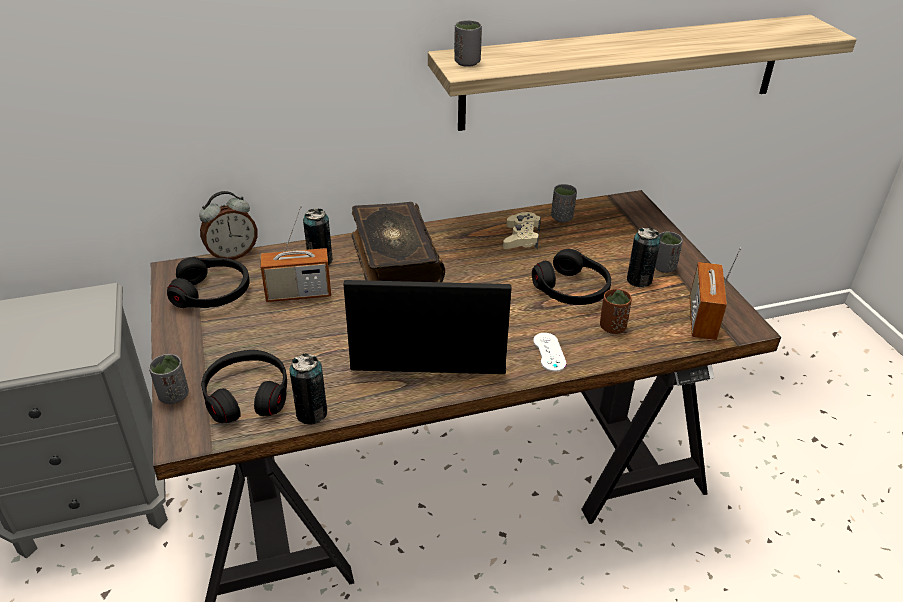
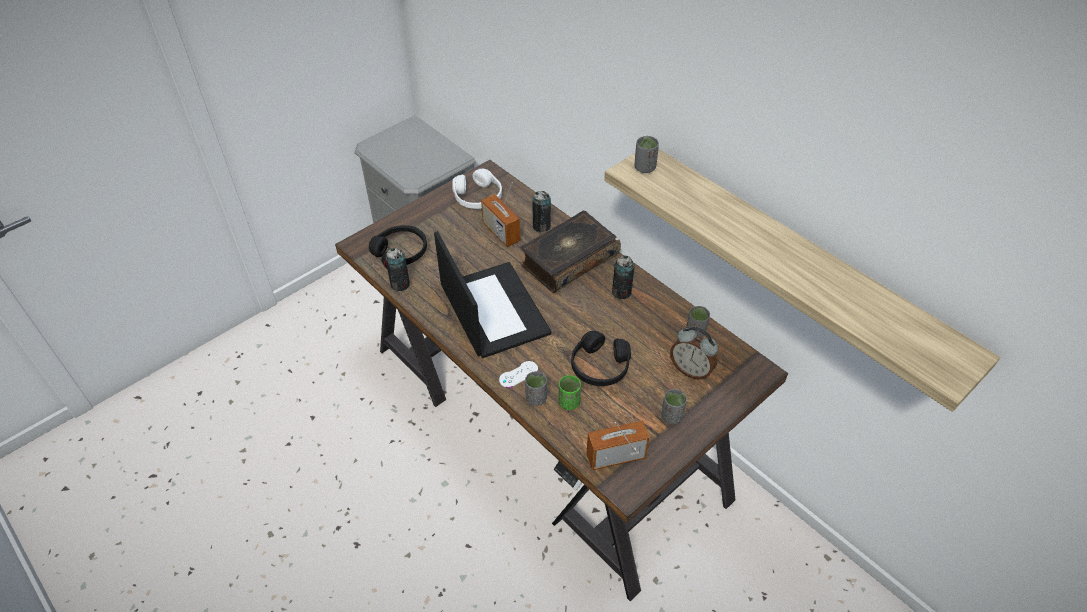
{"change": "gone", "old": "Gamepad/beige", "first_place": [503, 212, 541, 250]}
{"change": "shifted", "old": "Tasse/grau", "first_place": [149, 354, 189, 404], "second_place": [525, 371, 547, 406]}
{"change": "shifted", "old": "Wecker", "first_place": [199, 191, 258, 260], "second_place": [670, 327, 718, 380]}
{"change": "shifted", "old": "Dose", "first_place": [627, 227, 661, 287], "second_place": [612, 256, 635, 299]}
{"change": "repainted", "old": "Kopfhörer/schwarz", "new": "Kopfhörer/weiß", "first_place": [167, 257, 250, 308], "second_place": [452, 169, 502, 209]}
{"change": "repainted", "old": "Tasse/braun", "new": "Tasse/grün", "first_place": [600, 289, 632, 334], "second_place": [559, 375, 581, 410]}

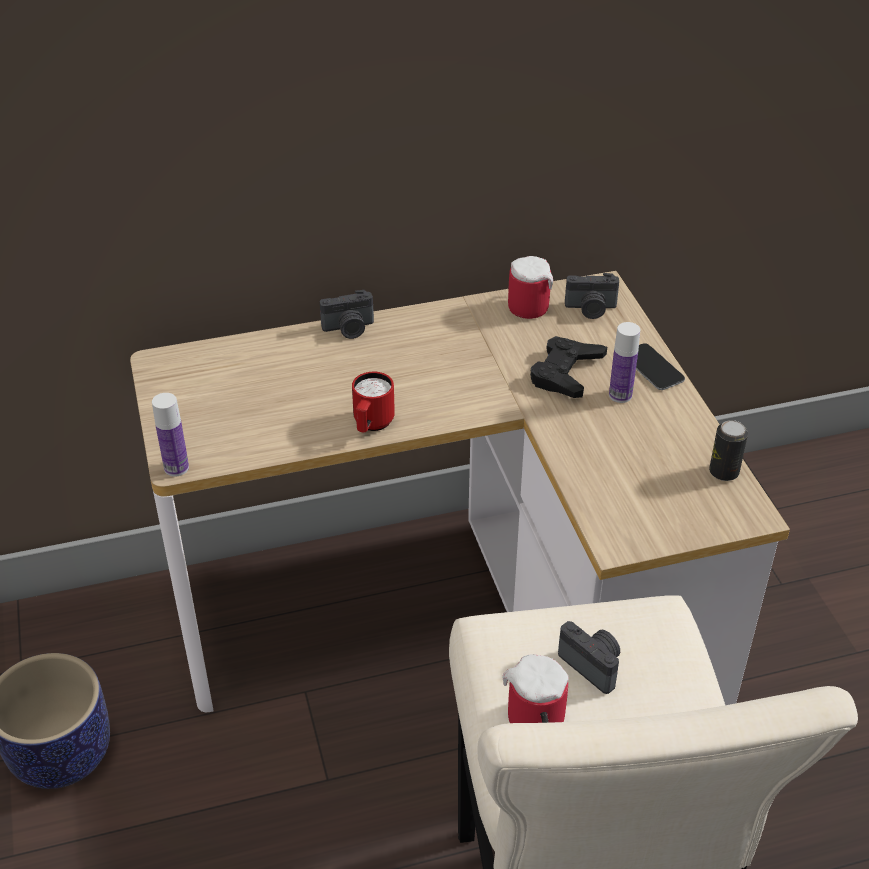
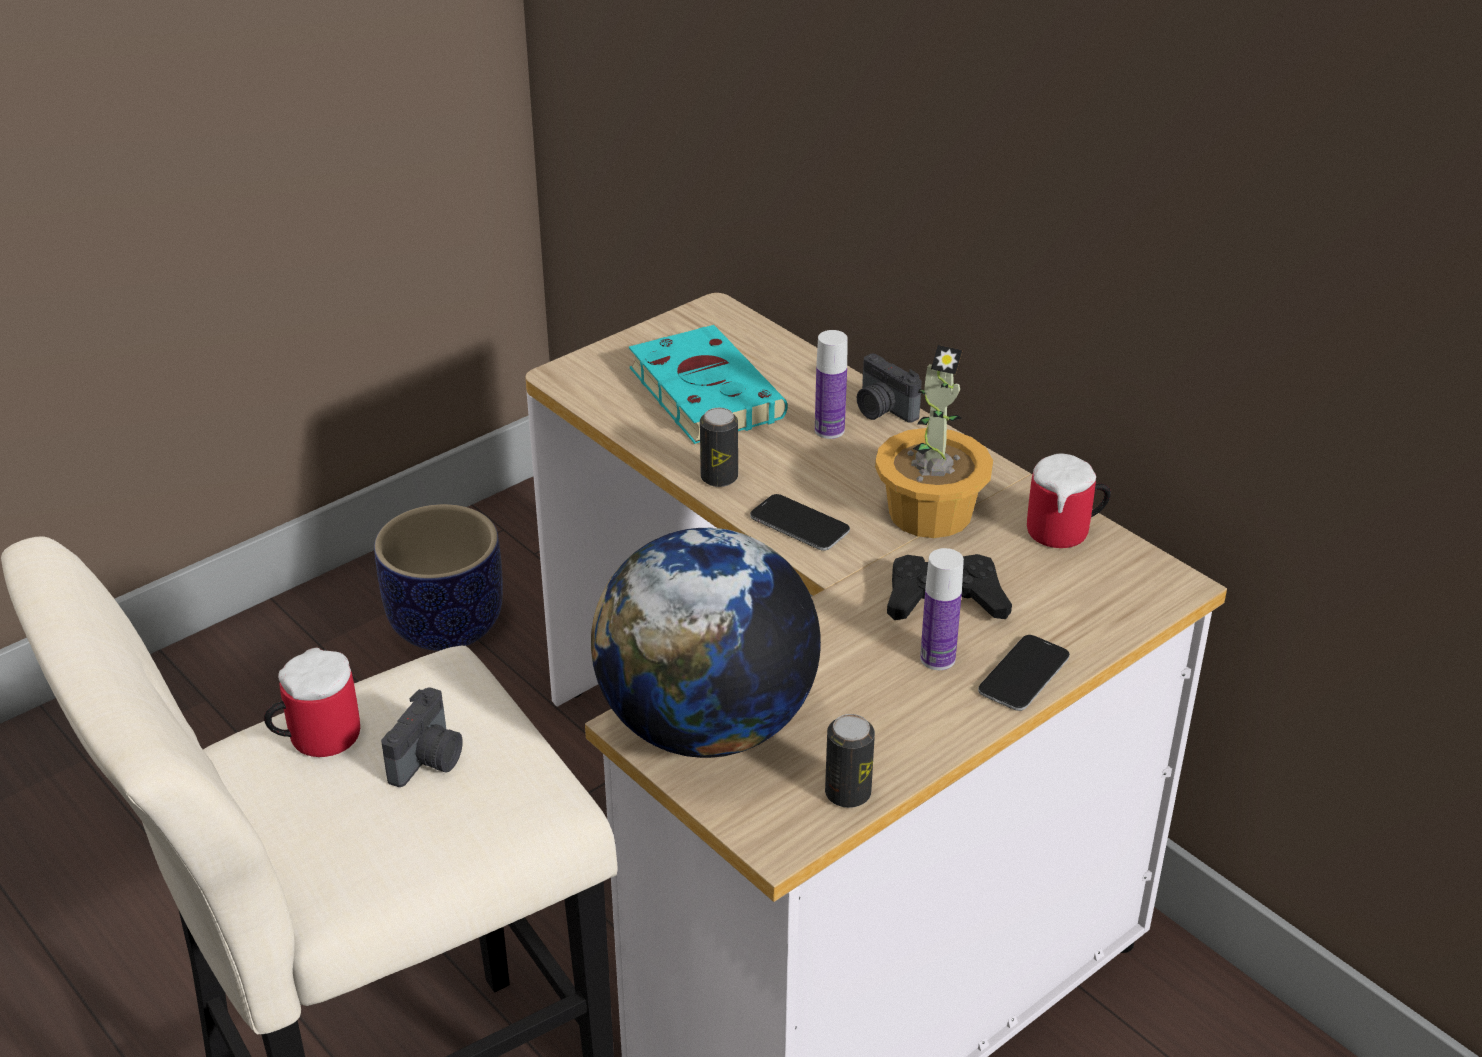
{"change": "gone", "old": "Kamera", "first_place": [565, 273, 619, 319]}
{"change": "new", "new": "Globus", "second_place": [591, 528, 821, 758]}
{"change": "new", "new": "Buch/türkis", "second_place": [629, 325, 788, 444]}
{"change": "new", "new": "Handy", "second_place": [750, 494, 850, 551]}
{"change": "new", "new": "Topfpflanze", "second_place": [875, 345, 993, 538]}
{"change": "shifted", "old": "Flasche", "first_place": [152, 393, 189, 477], "second_place": [815, 330, 848, 439]}
{"change": "swapped", "old": "Henkelbecher/rot", "new": "Dose", "first_place": [352, 372, 395, 432], "second_place": [700, 408, 738, 487]}

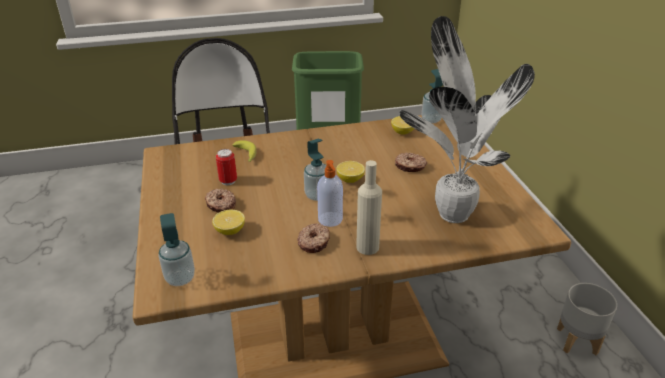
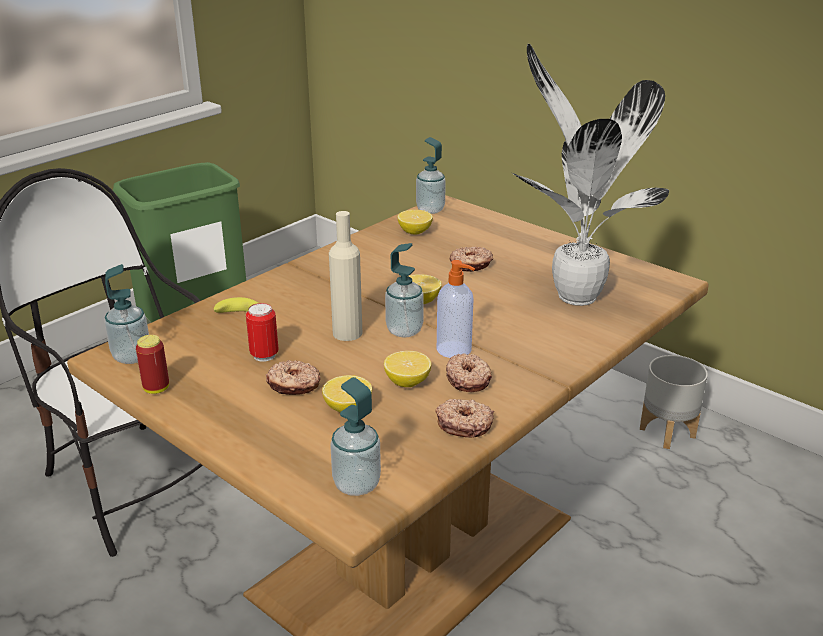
{"change": "new", "new": "Seifenspender", "second_place": [104, 264, 149, 364]}
{"change": "new", "new": "Dose", "second_place": [136, 335, 169, 394]}
{"change": "new", "new": "Zitrone", "second_place": [384, 351, 431, 387]}
{"change": "new", "new": "Donut", "second_place": [435, 399, 494, 437]}
{"change": "shifted", "old": "Flasche/beige", "first_place": [356, 160, 382, 255], "second_place": [329, 211, 362, 341]}

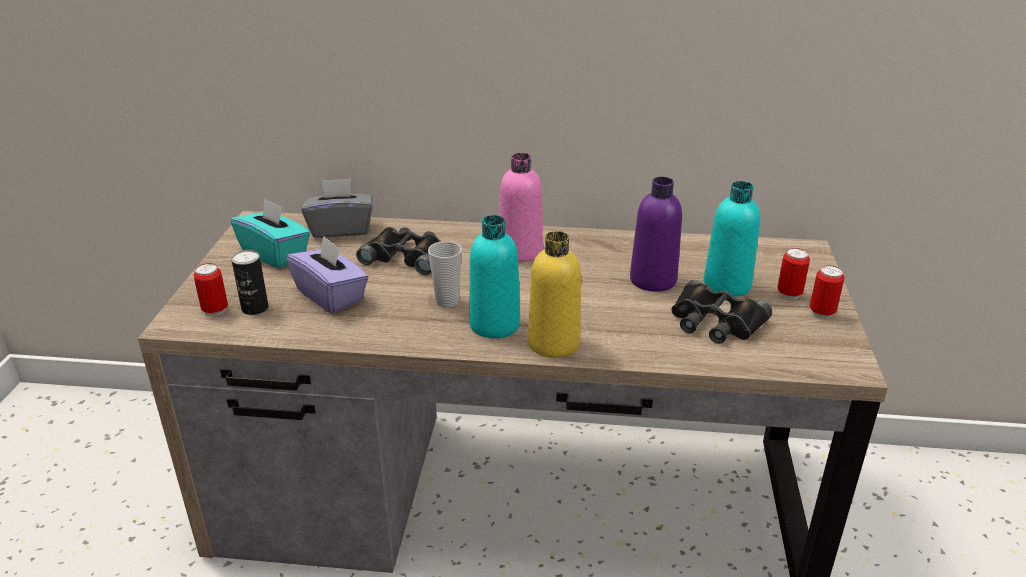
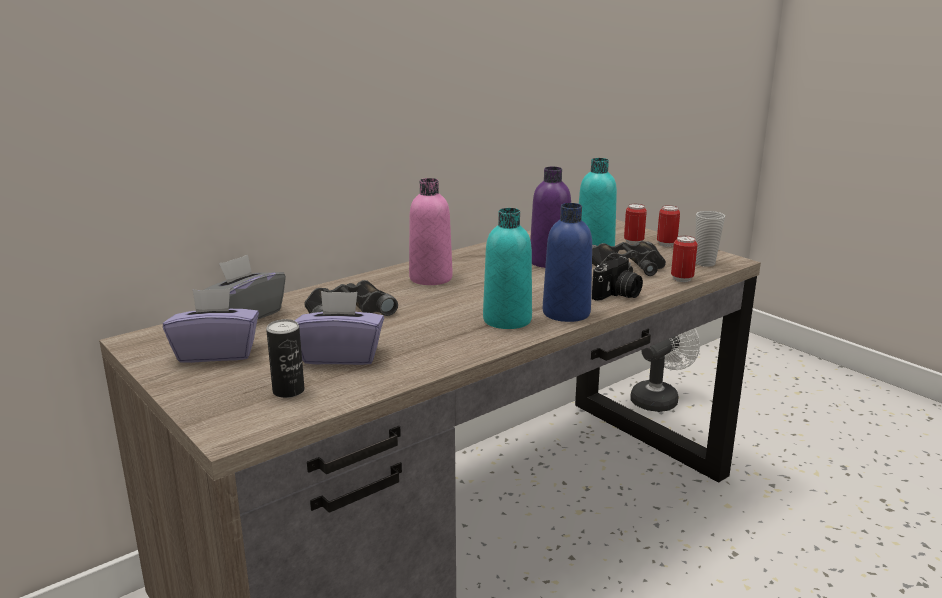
{"change": "new", "new": "Kamera", "second_place": [592, 255, 643, 301]}
{"change": "new", "new": "Ventilator/weiß", "second_place": [630, 328, 700, 412]}
{"change": "shifted", "old": "Dose", "first_place": [194, 263, 228, 316], "second_place": [671, 236, 698, 282]}
{"change": "shifted", "old": "Tasse", "first_place": [428, 241, 462, 307], "second_place": [695, 211, 725, 267]}
{"change": "repainted", "old": "Taschentuchbox/türkis", "new": "Taschentuchbox/lila", "first_place": [231, 199, 310, 268], "second_place": [163, 288, 259, 363]}
{"change": "repainted", "old": "Flasche/gelb", "new": "Flasche/blau", "first_place": [528, 231, 581, 358], "second_place": [543, 203, 592, 322]}

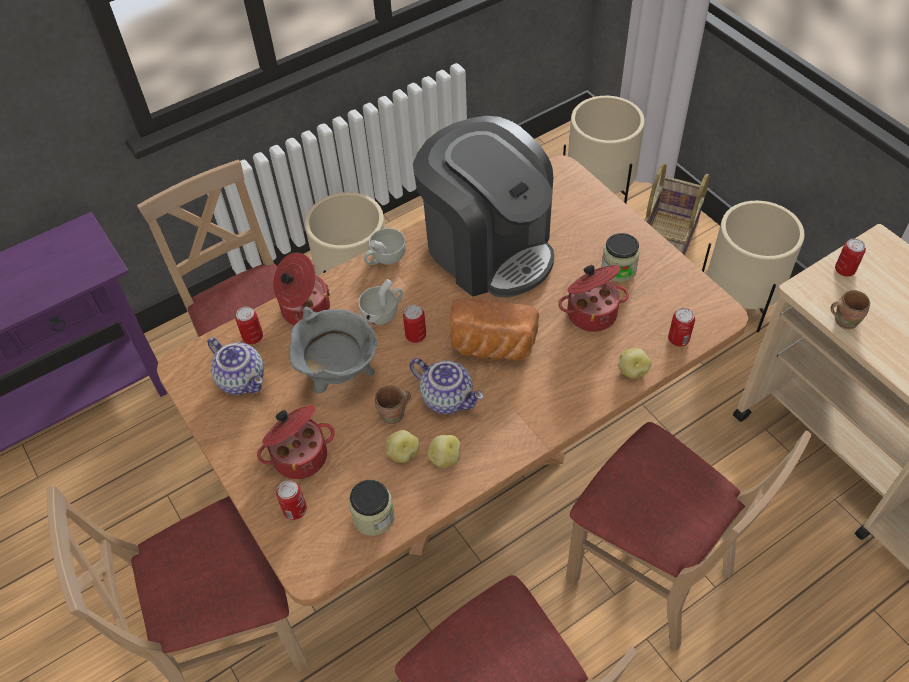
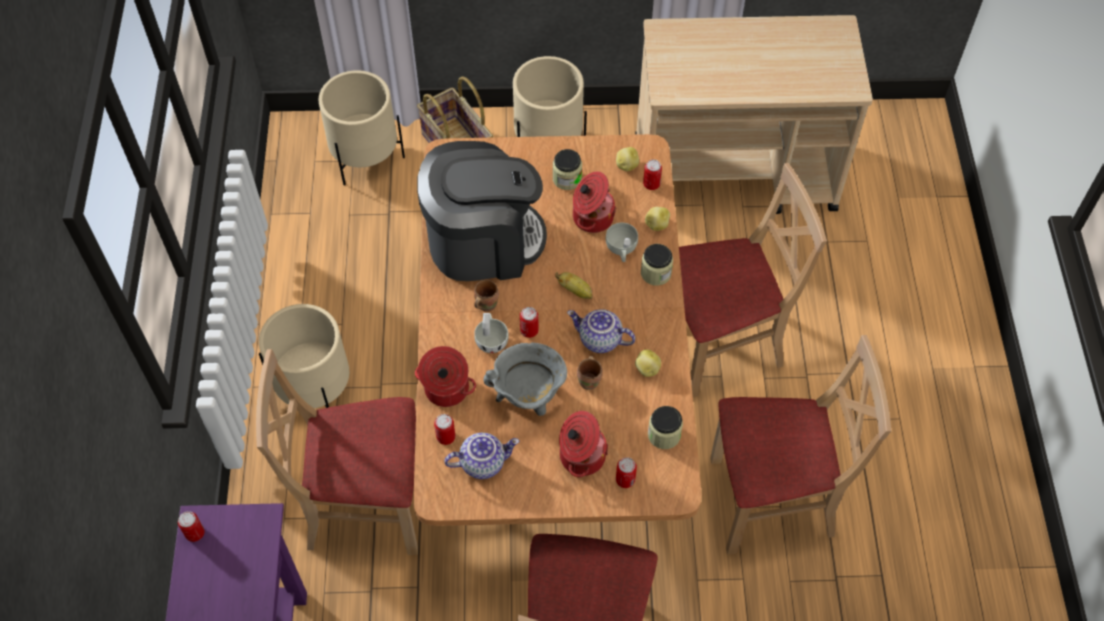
{"change": "new", "new": "Vorratsglas", "second_place": [641, 244, 673, 286]}
{"change": "shifted", "old": "Tasse/weiß", "first_place": [364, 228, 406, 265], "second_place": [606, 223, 638, 262]}
{"change": "shifted", "old": "Kartoffel", "first_place": [386, 430, 419, 463], "second_place": [616, 147, 639, 171]}
{"change": "shifted", "old": "Henkelbecher/braun", "first_place": [831, 290, 870, 330], "second_place": [474, 280, 499, 312]}
{"change": "shifted", "old": "Dose", "first_place": [835, 239, 866, 276], "second_place": [178, 511, 204, 542]}
{"change": "swapped", "old": "Brot", "new": "Banane", "first_place": [450, 299, 539, 361], "second_place": [555, 272, 593, 299]}
{"change": "rotated", "old": "Teekanne", "first_place": [409, 358, 484, 414], "second_place": [567, 309, 635, 353], "degrees": -135}

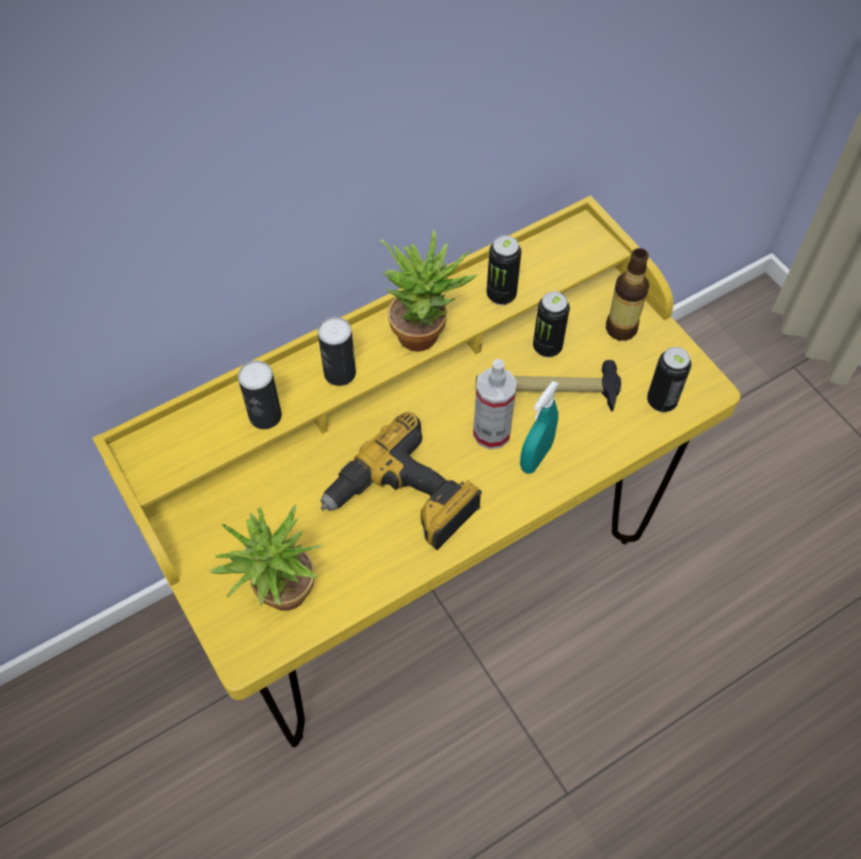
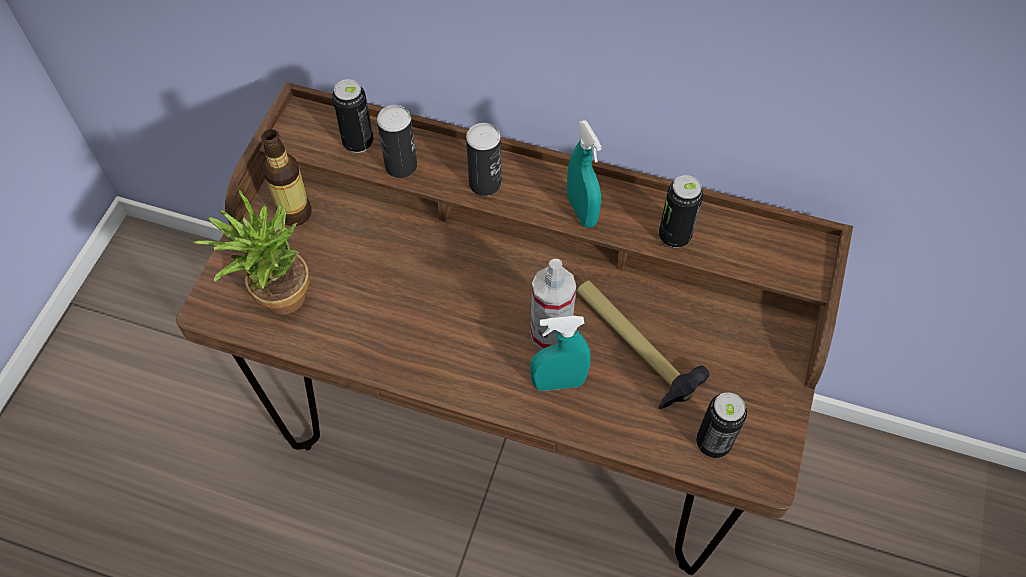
{"change": "gone", "old": "Bohrmaschine", "first_place": [321, 412, 482, 550]}
{"change": "shifted", "old": "Dose", "first_place": [533, 291, 570, 357], "second_place": [332, 79, 374, 153]}
{"change": "shifted", "old": "Flasche", "first_place": [606, 248, 649, 341], "second_place": [261, 129, 312, 226]}
{"change": "swapped", "old": "Topfpflanze", "new": "Sprühflasche/türkis", "first_place": [380, 229, 477, 352], "second_place": [567, 120, 602, 228]}
{"change": "repainted", "old": "Schreibtisch/gelb", "new": "Schreibtisch/braun", "first_place": [92, 195, 741, 747], "second_place": [176, 82, 853, 575]}

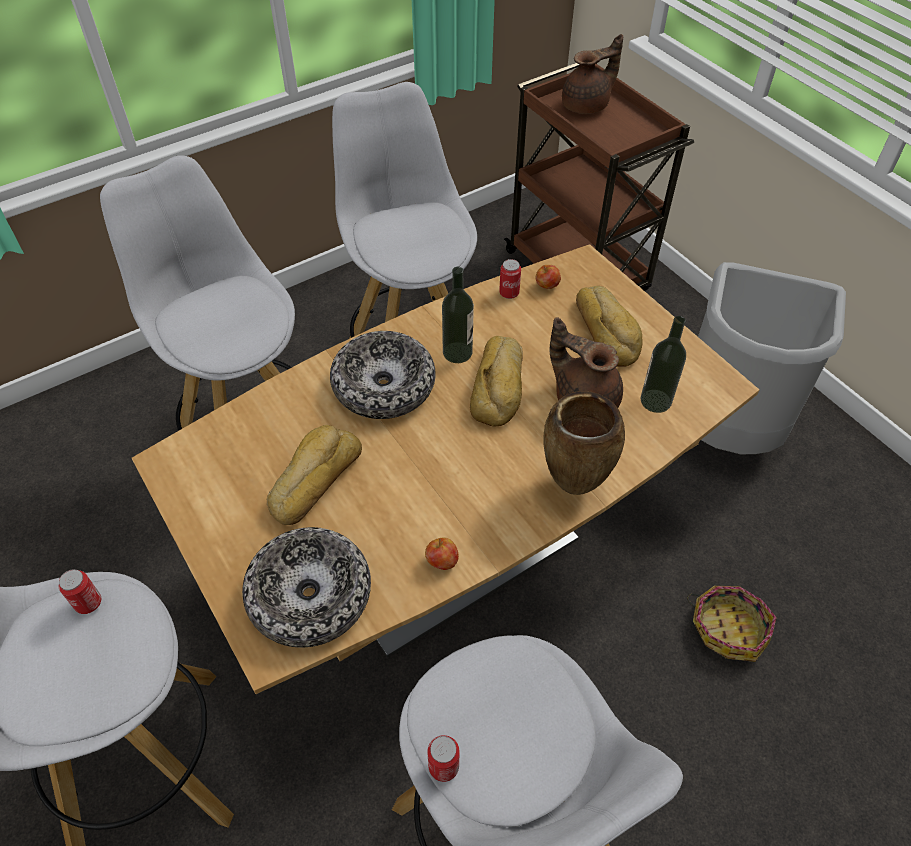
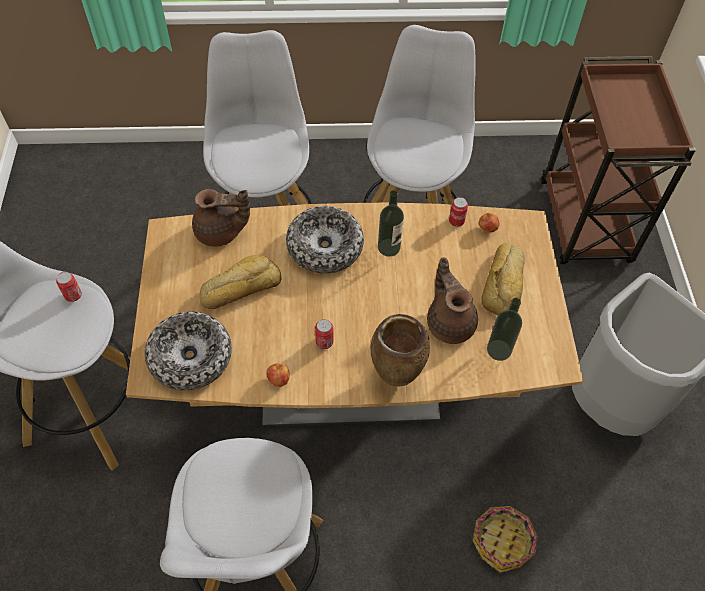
{"change": "gone", "old": "Brot", "first_place": [470, 336, 523, 426]}
{"change": "shifted", "old": "Dose", "first_place": [427, 735, 460, 782], "second_place": [315, 319, 333, 349]}
{"change": "shifted", "old": "Teekanne/braun", "first_place": [562, 34, 623, 114], "second_place": [192, 189, 250, 247]}

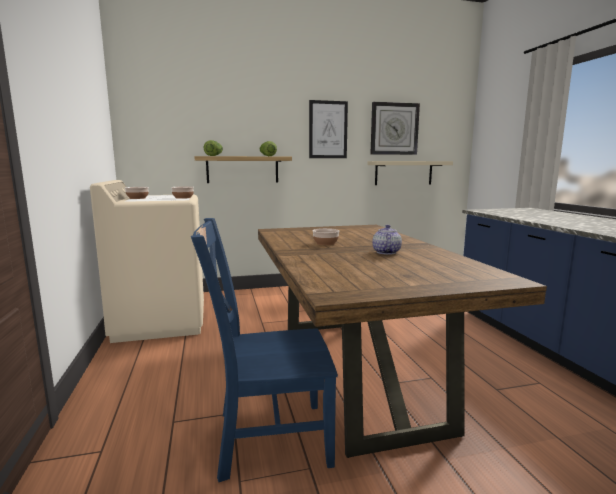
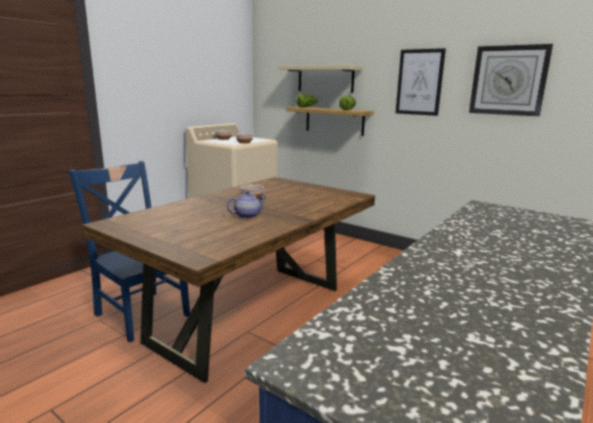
{"change": "shifted", "old": "Wandregal/beige", "first_place": [367, 161, 453, 185], "second_place": [278, 65, 363, 93]}

